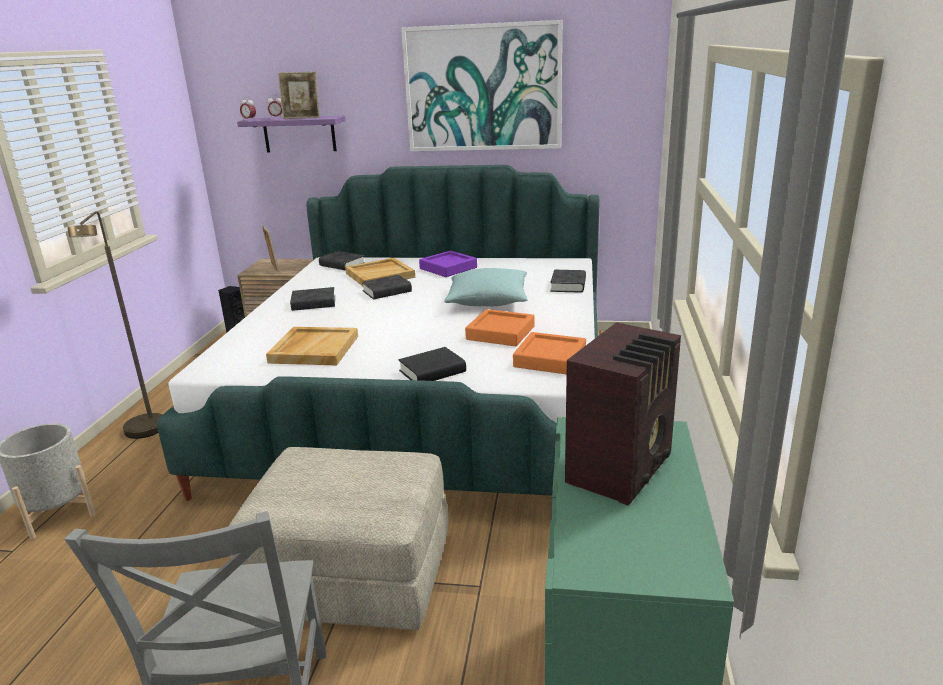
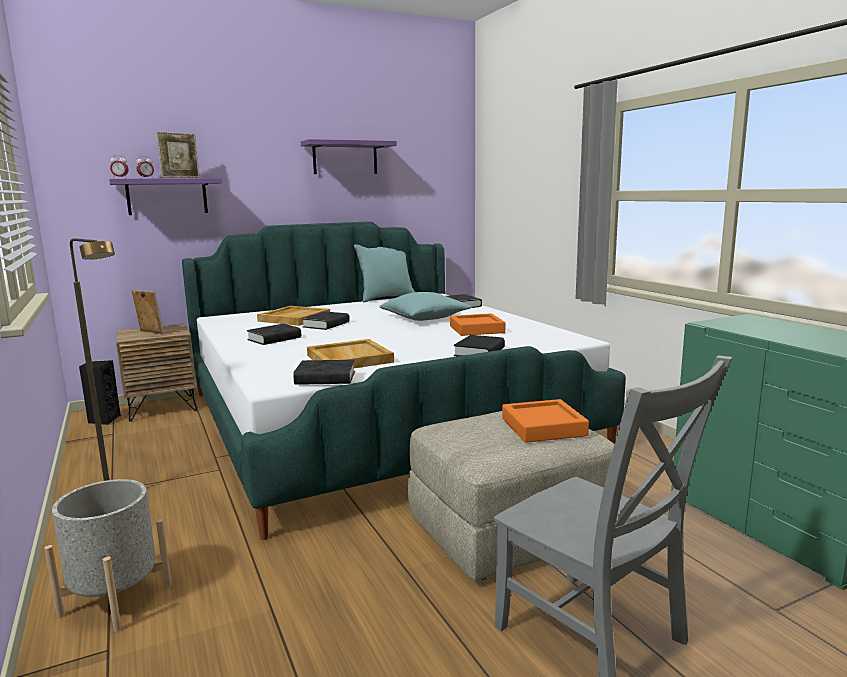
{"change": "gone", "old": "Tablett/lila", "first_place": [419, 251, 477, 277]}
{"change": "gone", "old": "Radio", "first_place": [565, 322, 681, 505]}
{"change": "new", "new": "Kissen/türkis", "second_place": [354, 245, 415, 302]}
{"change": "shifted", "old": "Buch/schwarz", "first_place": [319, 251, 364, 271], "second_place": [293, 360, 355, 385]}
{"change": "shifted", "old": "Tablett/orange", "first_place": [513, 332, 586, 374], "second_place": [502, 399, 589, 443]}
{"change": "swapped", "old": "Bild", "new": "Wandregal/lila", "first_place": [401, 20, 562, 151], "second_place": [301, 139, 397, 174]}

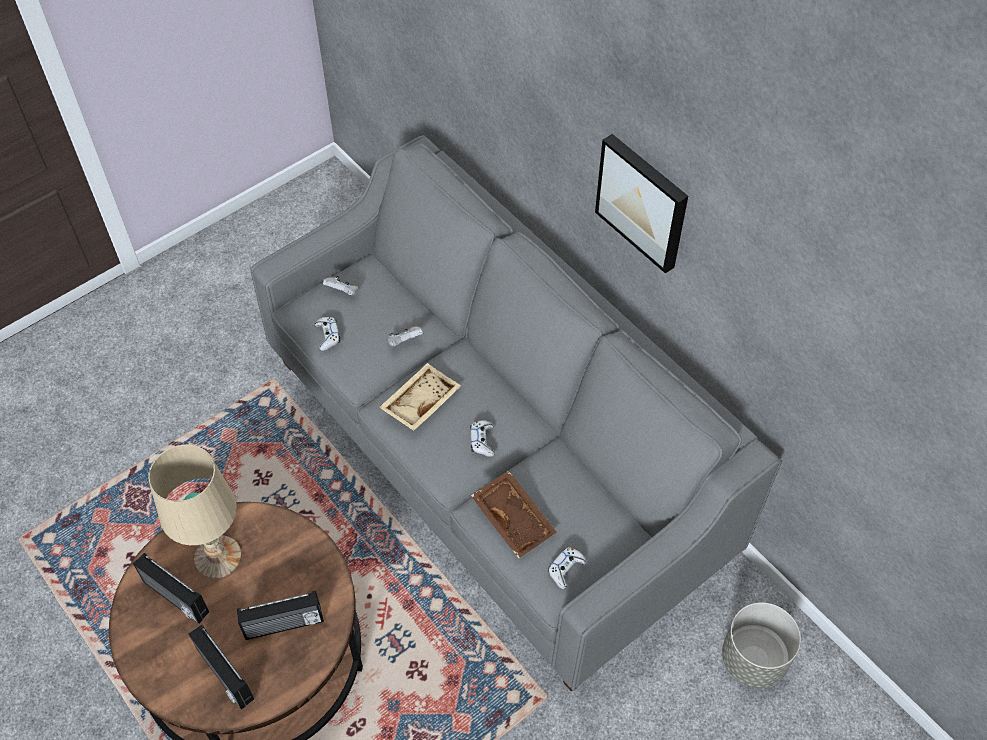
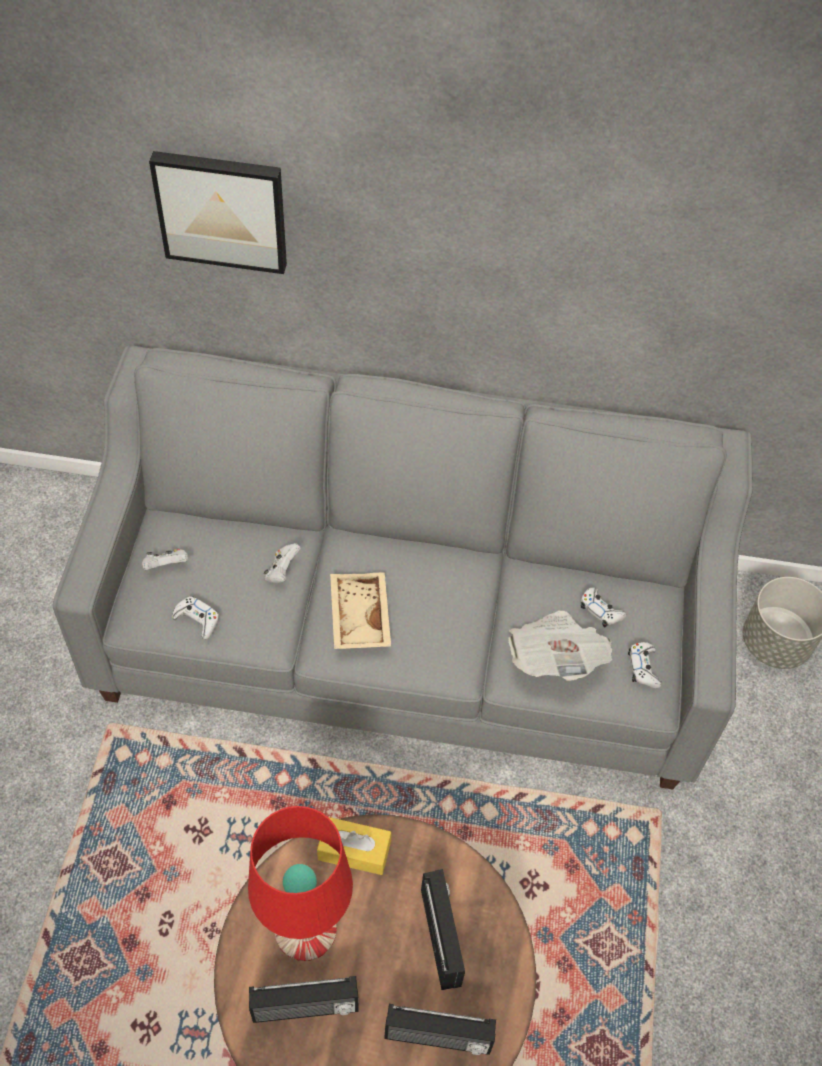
{"change": "new", "new": "Taschentuchbox/gelb", "second_place": [317, 817, 391, 875]}
{"change": "shifted", "old": "Gamepad/weiß", "first_place": [470, 420, 495, 457], "second_place": [581, 588, 626, 627]}
{"change": "shifted", "old": "Bild", "first_place": [595, 134, 688, 274], "second_place": [149, 151, 287, 274]}
{"change": "swapped", "old": "Tablett/braun", "new": "Zeitung", "first_place": [471, 471, 557, 558], "second_place": [508, 611, 612, 681]}
{"change": "repainted", "old": "Tischlampe/beige", "new": "Tischlampe/rot", "first_place": [148, 445, 241, 578], "second_place": [248, 806, 353, 961]}
{"change": "rotated", "old": "Radio", "first_place": [237, 591, 324, 640], "second_place": [421, 869, 465, 990], "degrees": -45}

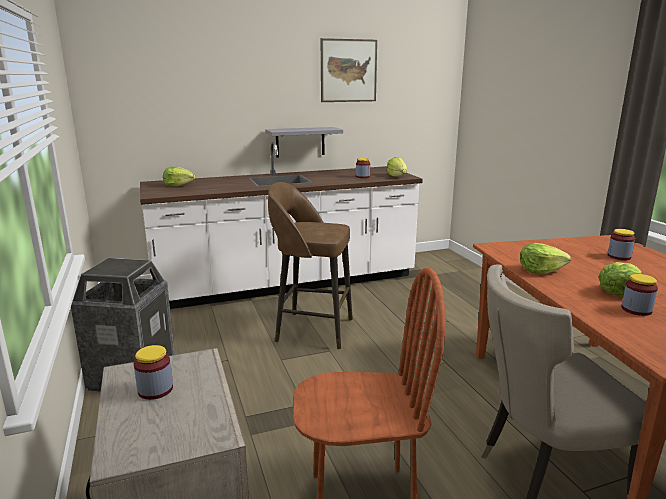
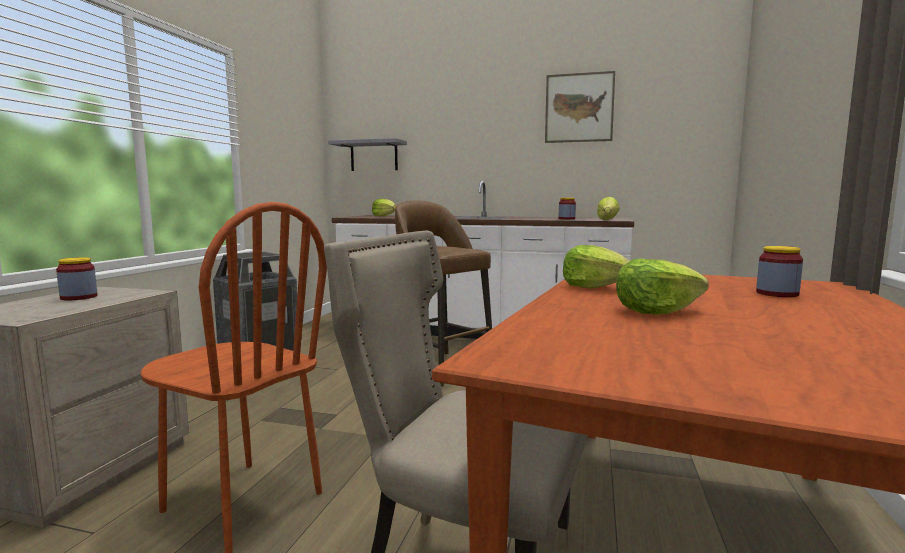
{"change": "gone", "old": "Vorratsglas", "first_place": [621, 274, 658, 316]}
{"change": "shifted", "old": "Wandregal/grau", "first_place": [265, 127, 343, 157], "second_place": [328, 138, 407, 171]}

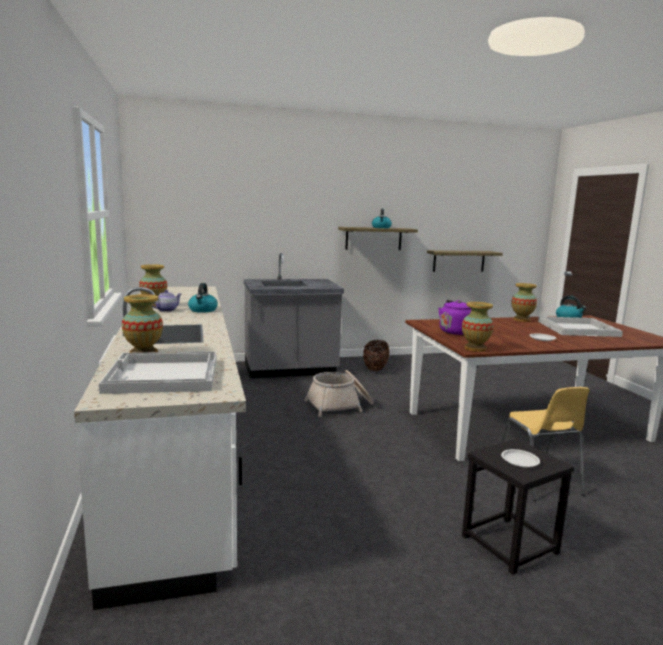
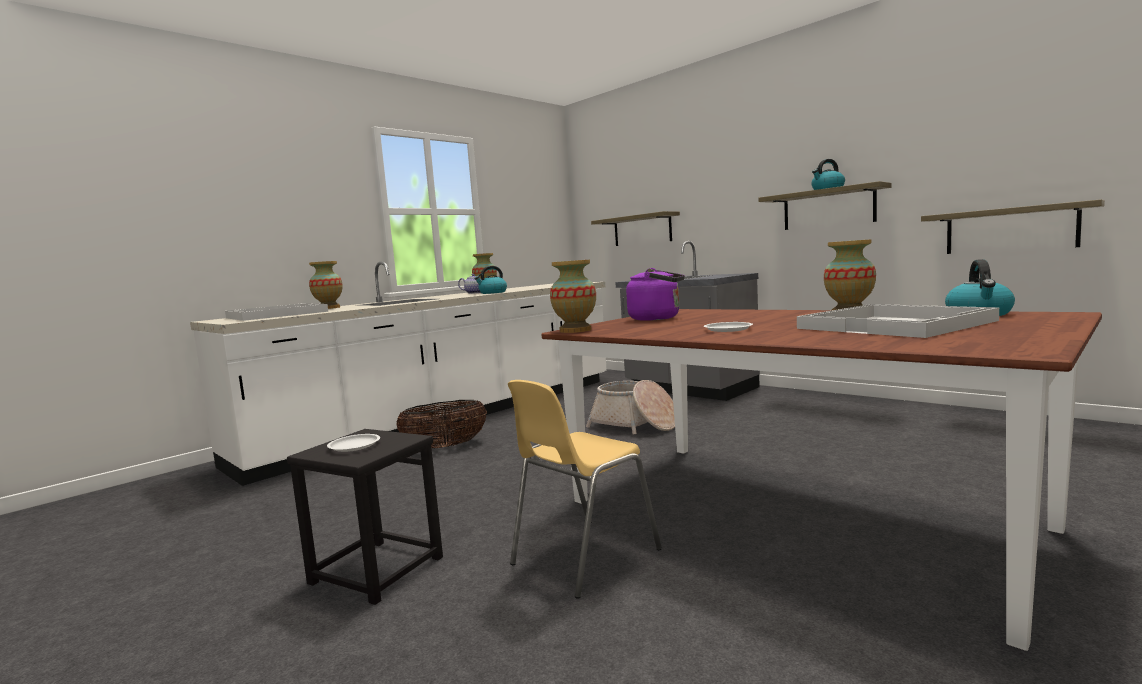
{"change": "new", "new": "Wandregal", "second_place": [591, 211, 680, 246]}
{"change": "shifted", "old": "Korb", "first_place": [363, 340, 389, 371], "second_place": [396, 400, 487, 449]}

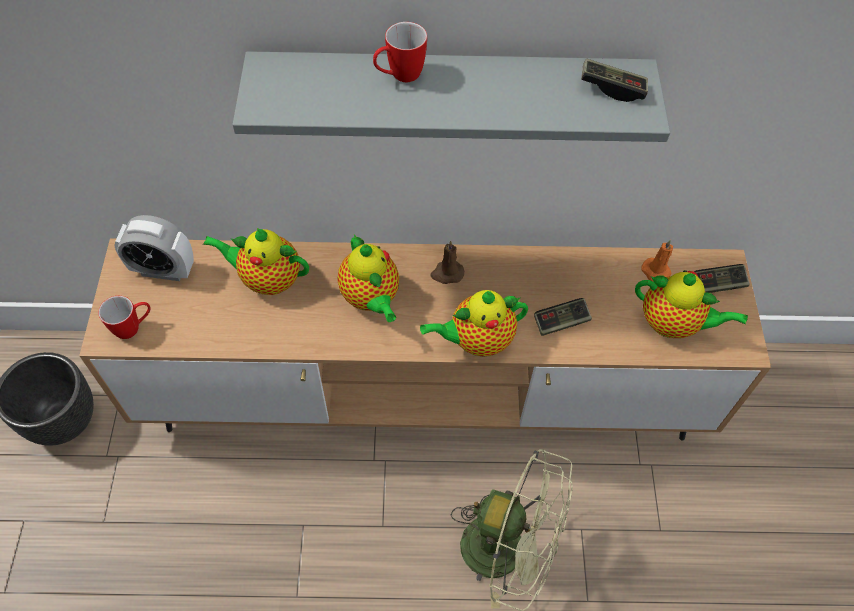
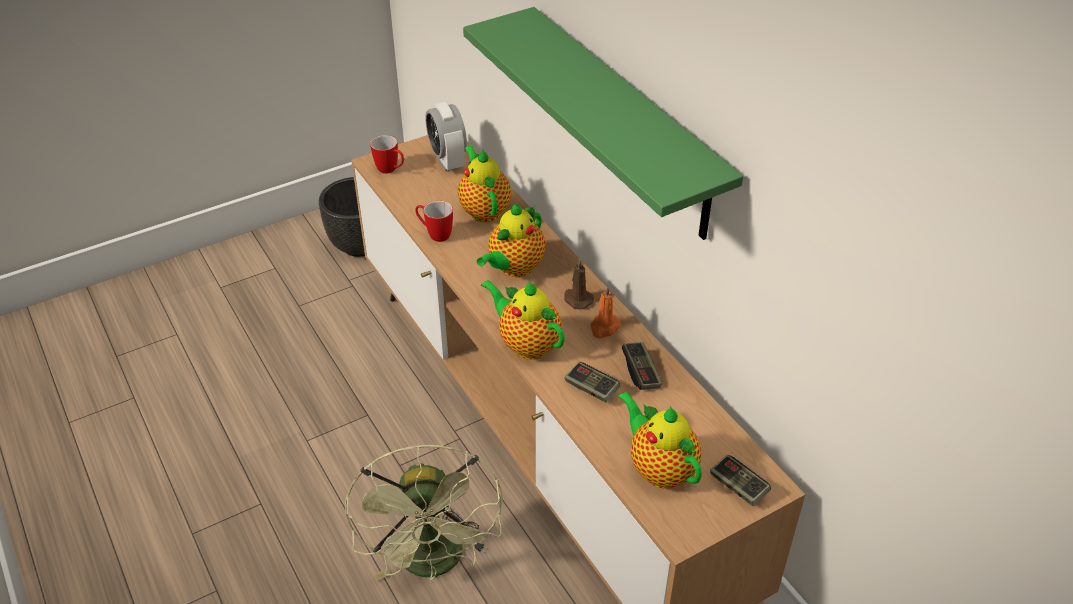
{"change": "shifted", "old": "Henkelbecher", "first_place": [373, 22, 427, 82], "second_place": [415, 201, 453, 242]}
{"change": "shifted", "old": "Gamepad", "first_place": [581, 58, 648, 102], "second_place": [622, 342, 662, 390]}
{"change": "shifted", "old": "Kerze/orange", "first_place": [641, 239, 673, 282], "second_place": [590, 286, 621, 338]}
{"change": "repainted", "old": "Wandregal/grau", "new": "Wandregal/grün", "first_place": [232, 51, 670, 142], "second_place": [463, 7, 743, 240]}
{"change": "rotated", "old": "Teekanne", "first_place": [635, 270, 748, 338], "second_place": [618, 391, 702, 489], "degrees": 150}

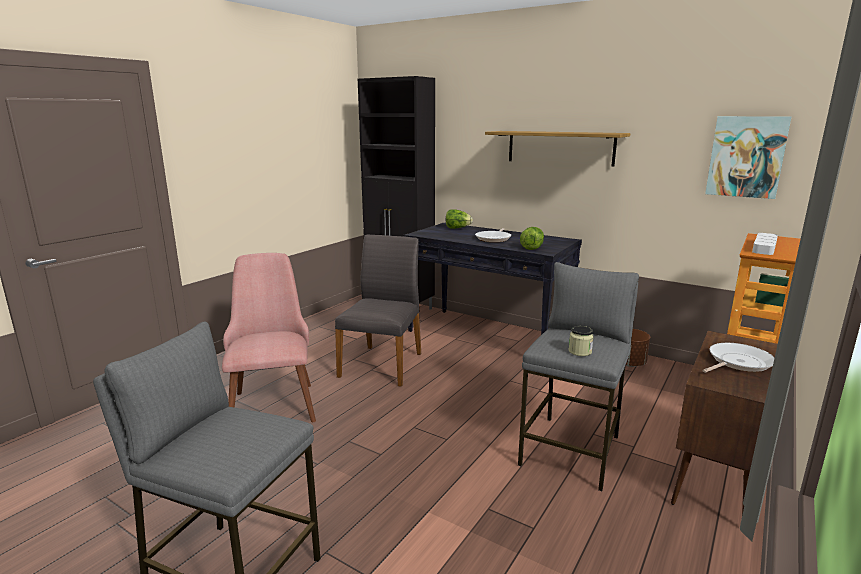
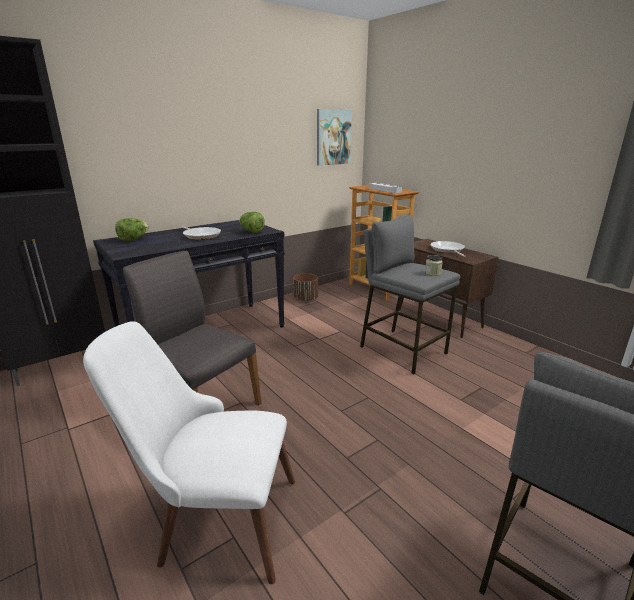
{"change": "gone", "old": "Wandregal", "first_place": [485, 131, 630, 166]}
{"change": "repainted", "old": "Stuhl/rosa", "new": "Stuhl/weiß", "first_place": [222, 253, 316, 422], "second_place": [83, 321, 295, 584]}

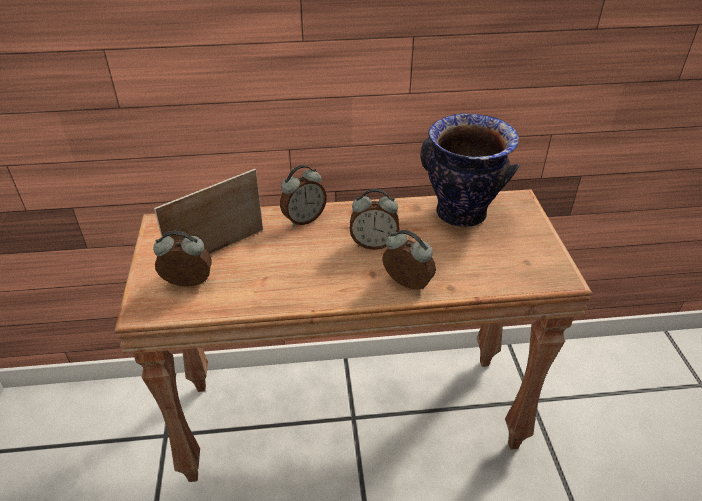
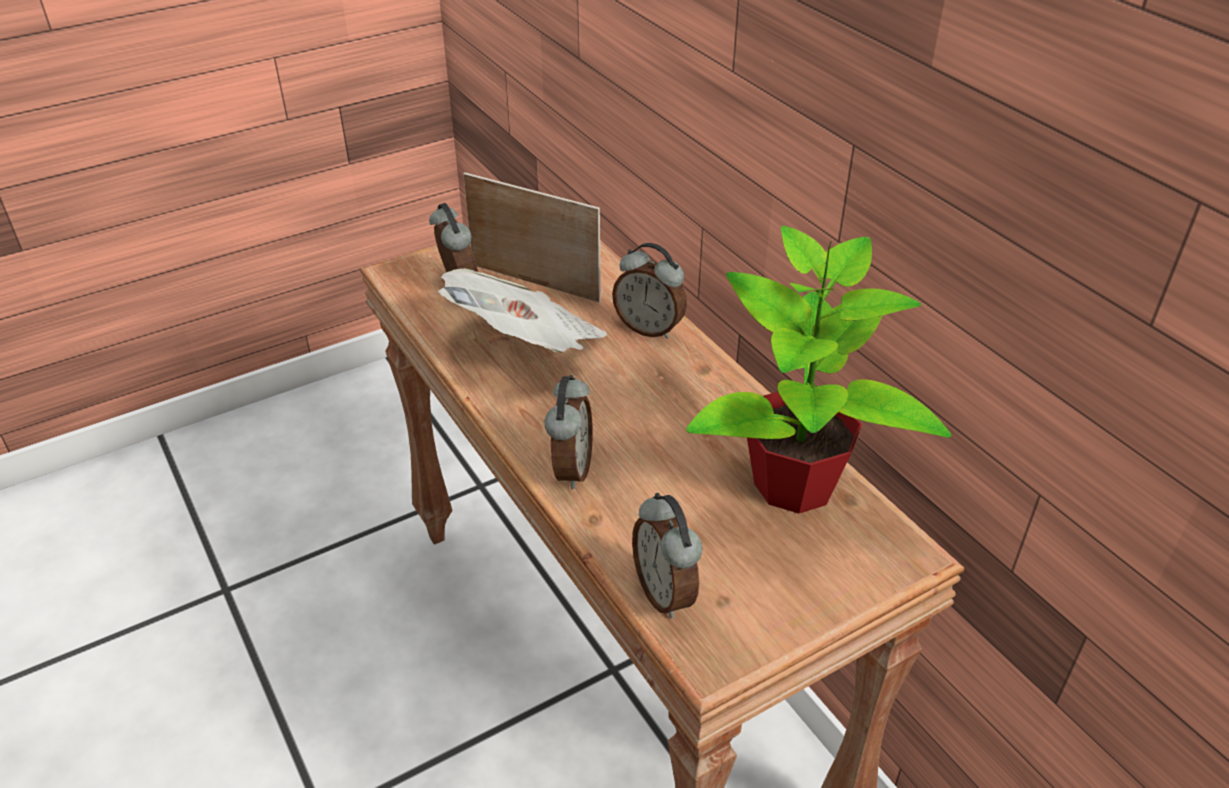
{"change": "new", "new": "Zeitung", "second_place": [438, 268, 607, 353]}
{"change": "shifted", "old": "Wecker", "first_place": [349, 189, 399, 250], "second_place": [632, 493, 703, 619]}
{"change": "swapped", "old": "Vase", "new": "Topfpflanze", "first_place": [421, 113, 520, 227], "second_place": [686, 226, 951, 513]}

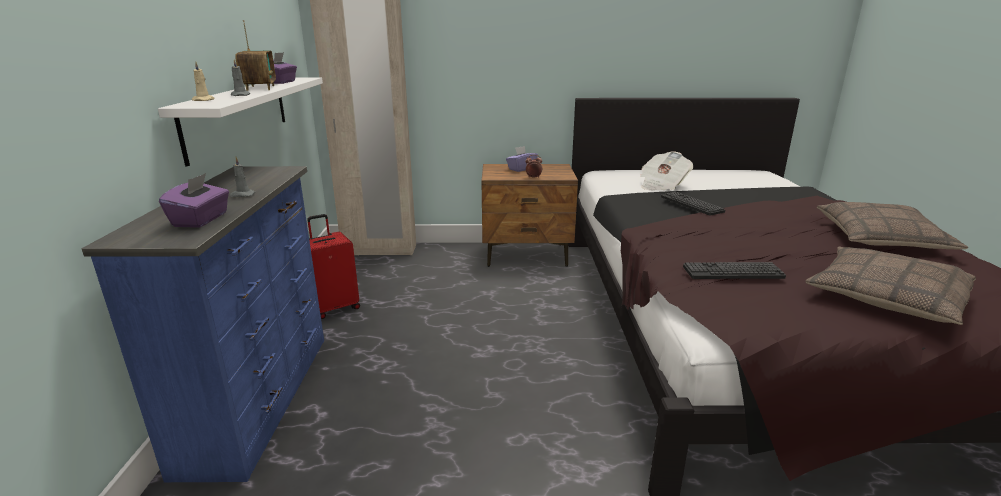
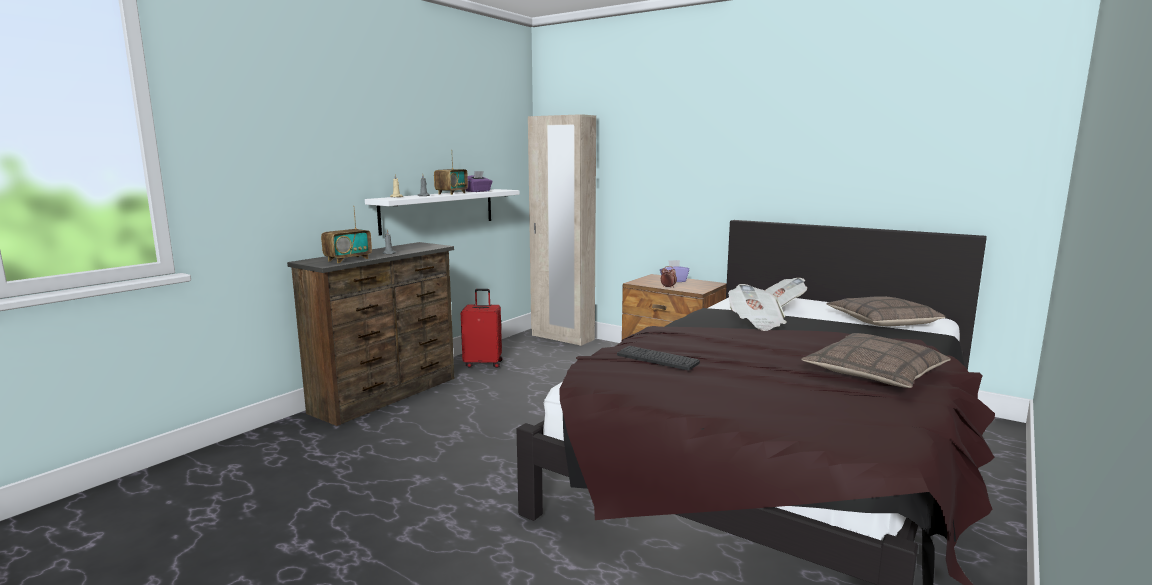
{"change": "shifted", "old": "Kissen", "first_place": [805, 247, 976, 325], "second_place": [827, 296, 946, 326]}
{"change": "swapped", "old": "Taschentuchbox/lila", "new": "Radio", "first_place": [159, 173, 229, 228], "second_place": [321, 206, 372, 263]}
{"change": "swapped", "old": "Tastatur", "new": "Zeitung", "first_place": [661, 192, 725, 216], "second_place": [728, 284, 787, 331]}
{"change": "repainted", "old": "Kommode/blau", "new": "Kommode/braun", "first_place": [81, 166, 324, 482], "second_place": [287, 242, 454, 426]}

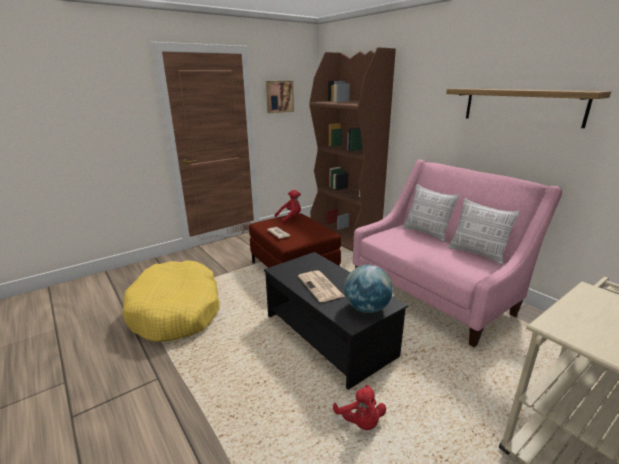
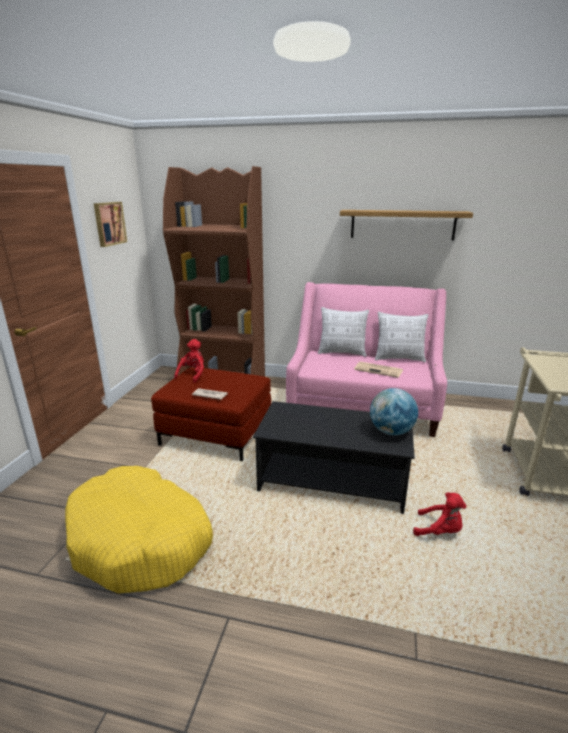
{"change": "shifted", "old": "Zeitung", "first_place": [298, 270, 344, 302], "second_place": [354, 362, 403, 378]}

